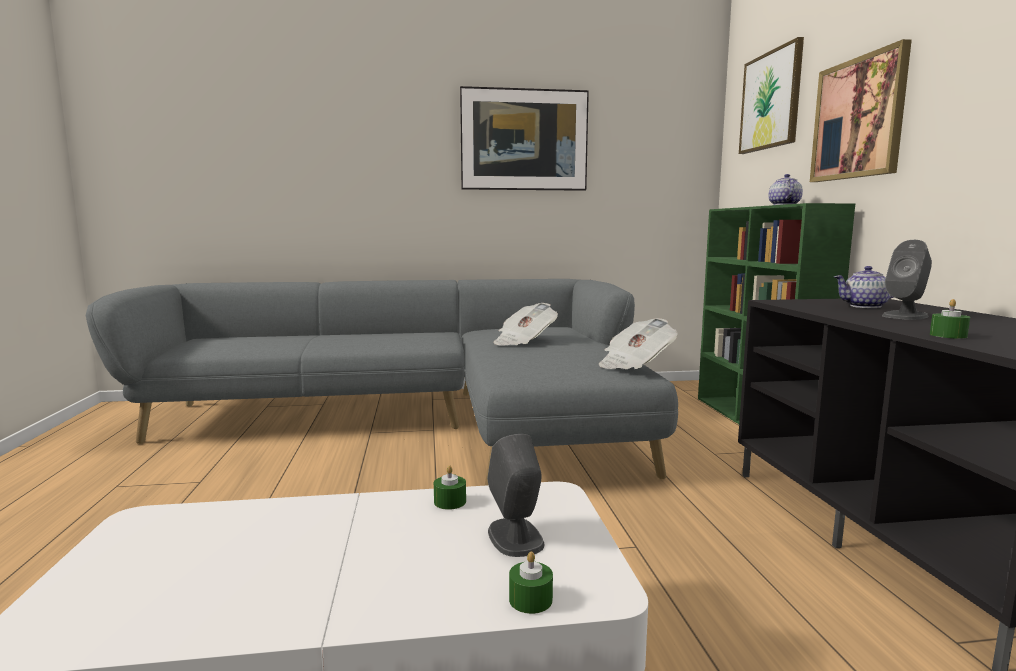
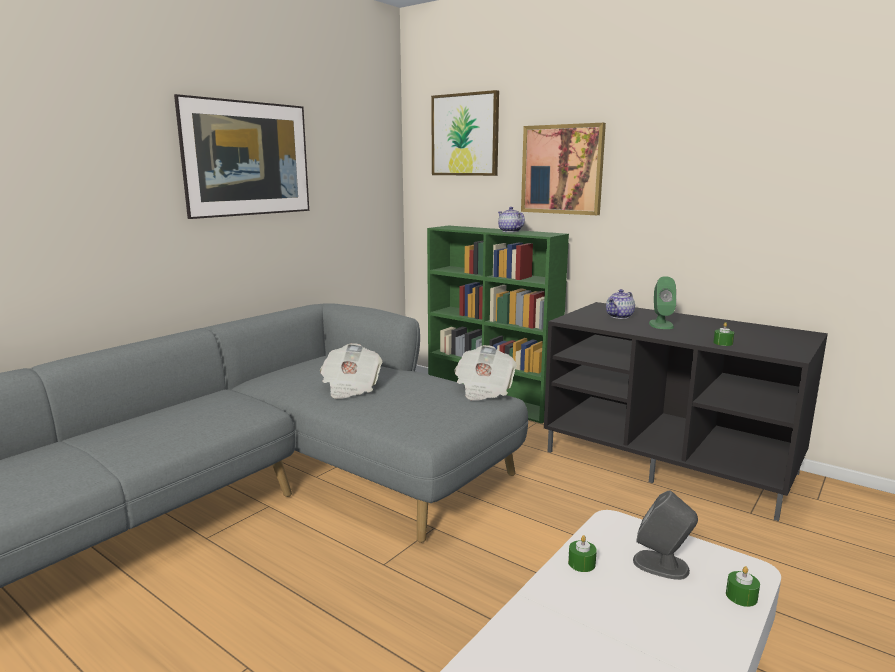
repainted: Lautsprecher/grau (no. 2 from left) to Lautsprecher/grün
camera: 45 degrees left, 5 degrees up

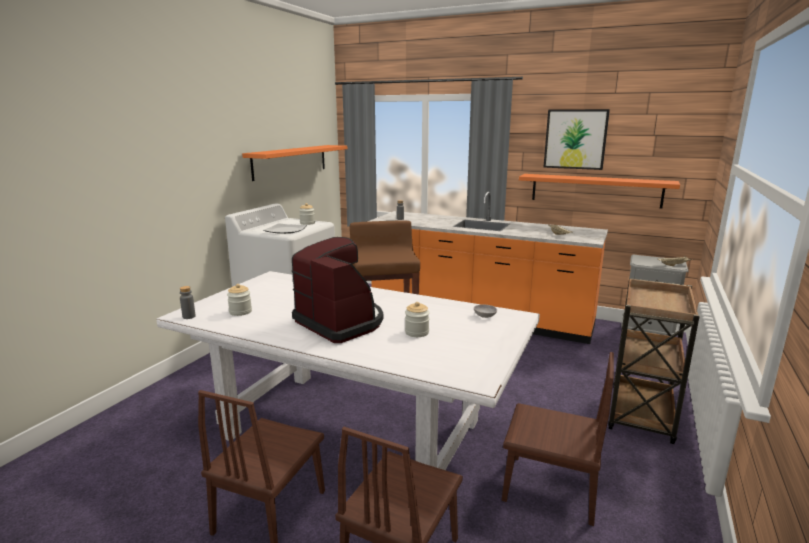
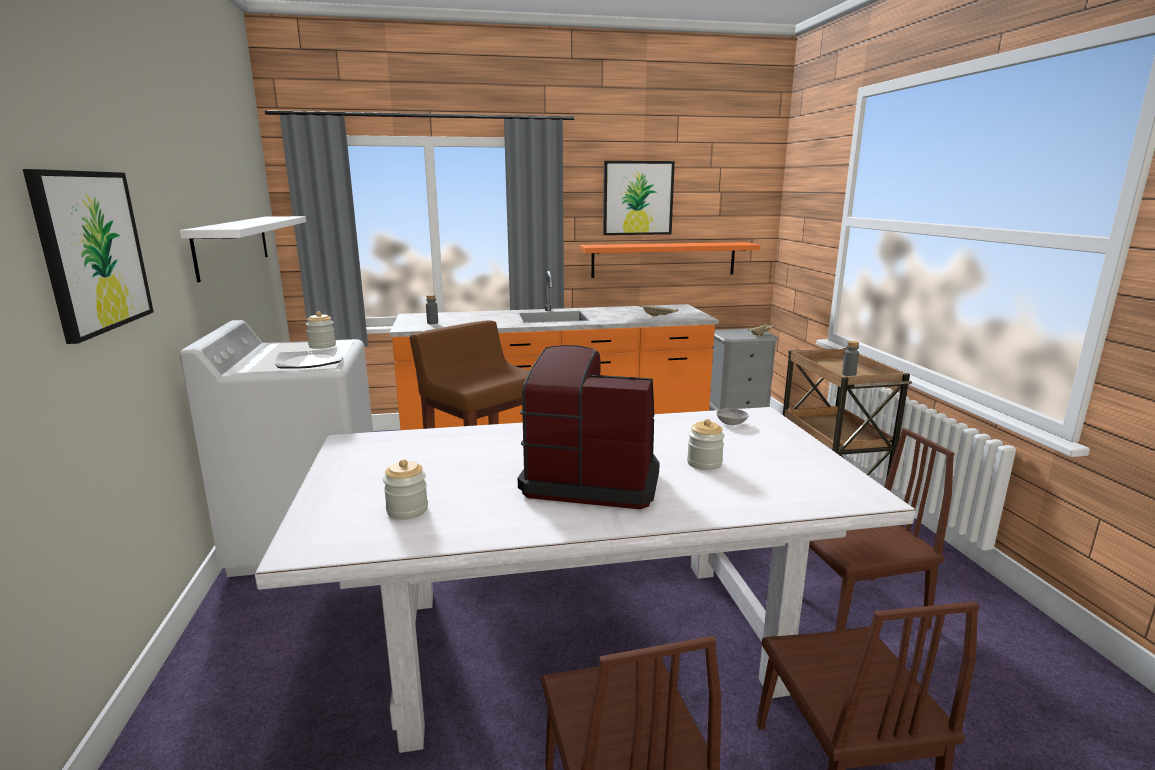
new: Bild (no. 1 from left)
shifted: Flasche/grau (no. 1 from left in the first image) to Flasche/grau (no. 2 from left)
repainted: Wandregal/orange (no. 1 from left) to Wandregal/weiß
camera: 35 degrees left, 0 degrees up

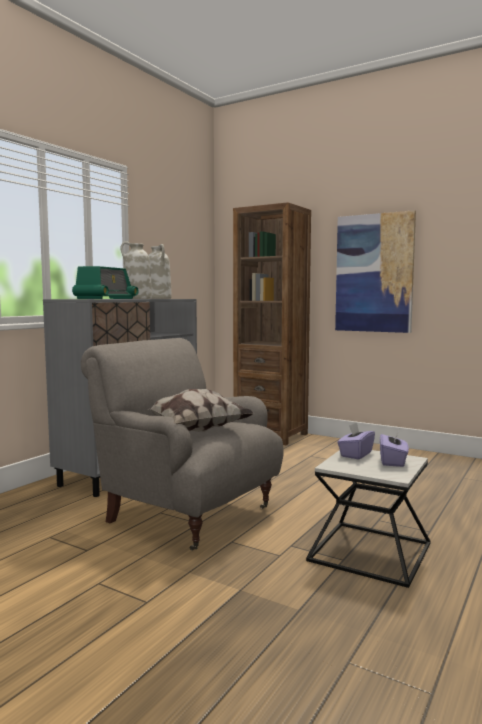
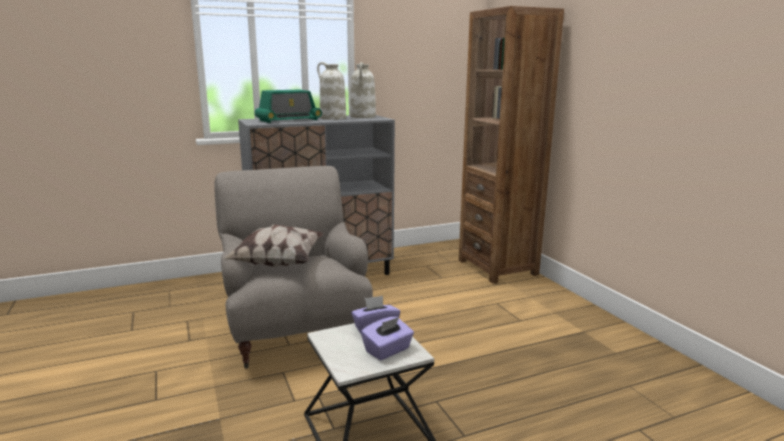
gone: Bild
camera: 35 degrees right, 10 degrees up

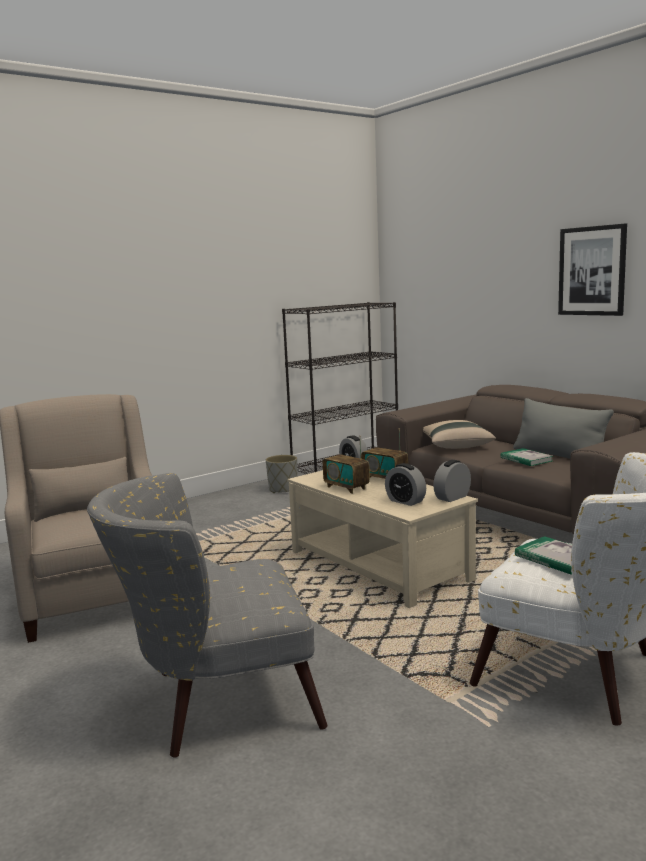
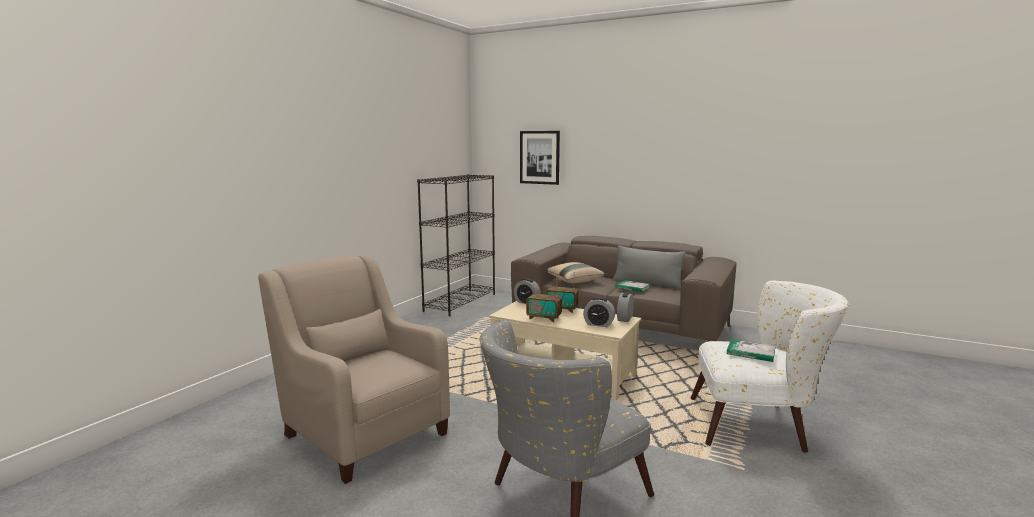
gone: Pflanzkübel/grau
shifted: Bild
camera: 25 degrees left, 0 degrees up

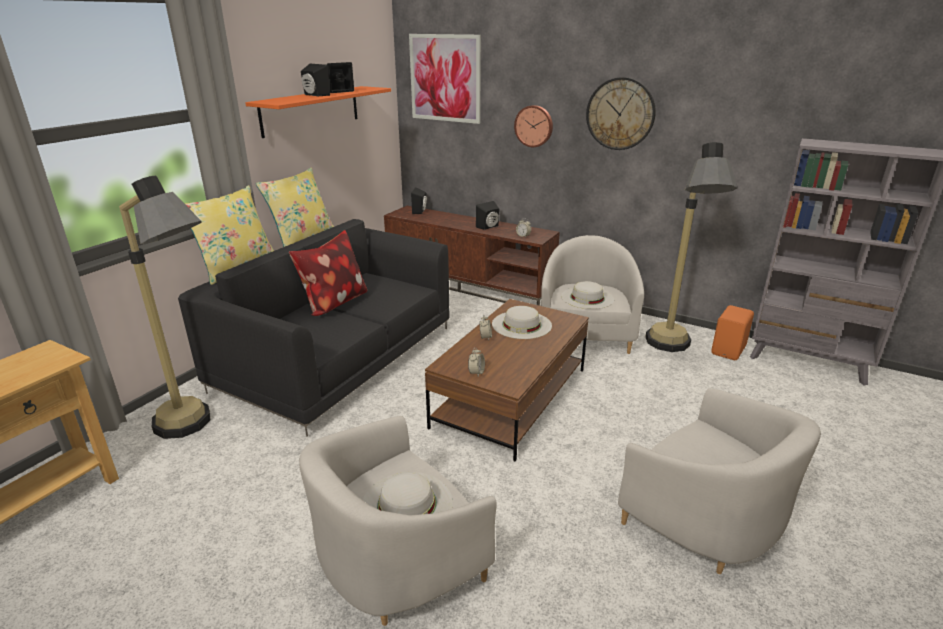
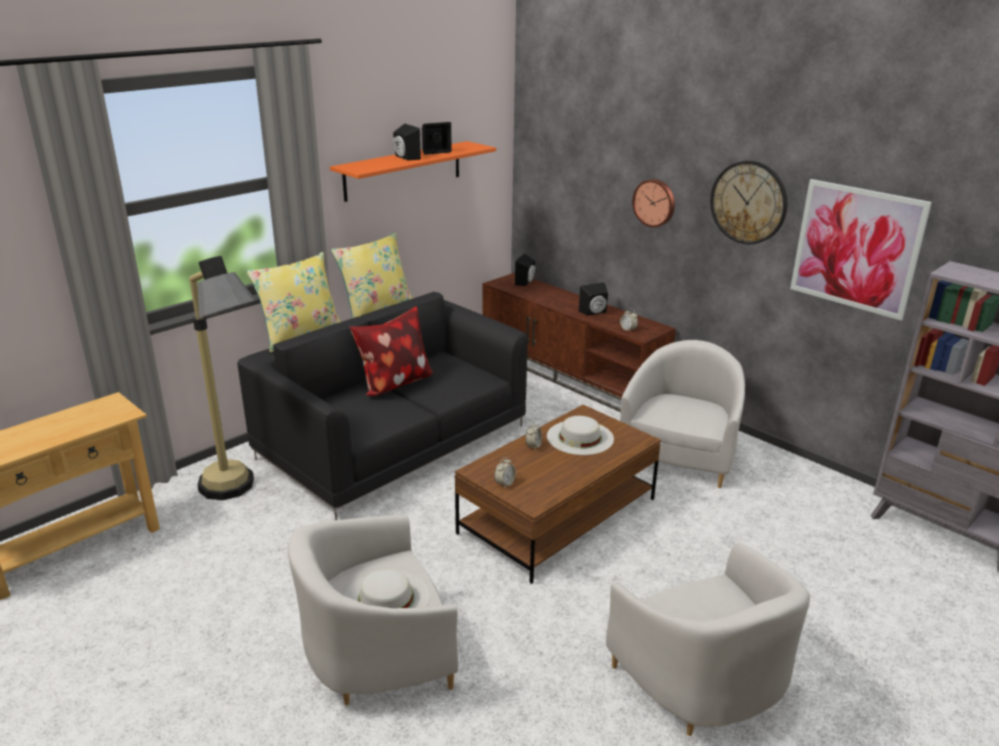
gone: Hut/weiß (no. 3 from left); Stehlampe (no. 2 from left); Lautsprecher/orange
shifted: Bild
camera: 15 degrees right, 0 degrees up

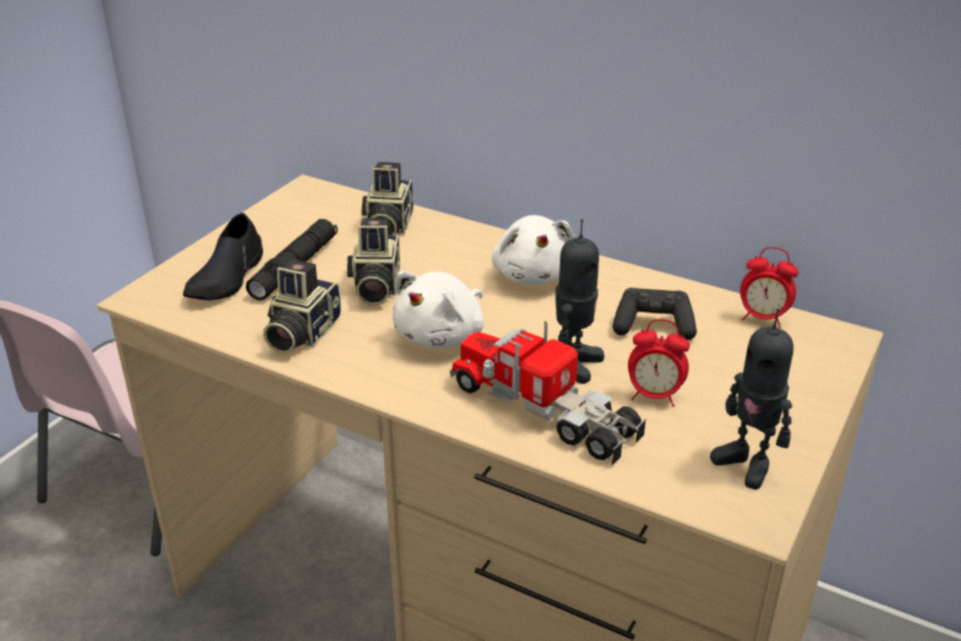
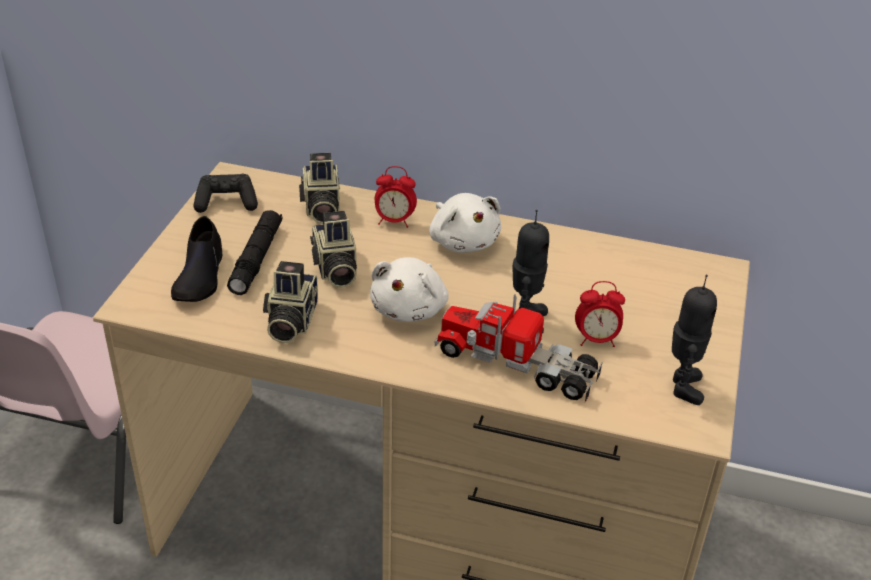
shifted: Gamepad/schwarz; Wecker (no. 2 from left in the first image) to Wecker (no. 1 from left)
rotated: Spielzeugroboter (no. 2 from left) 120 degrees counterclockwise
camera: 15 degrees left, 5 degrees up

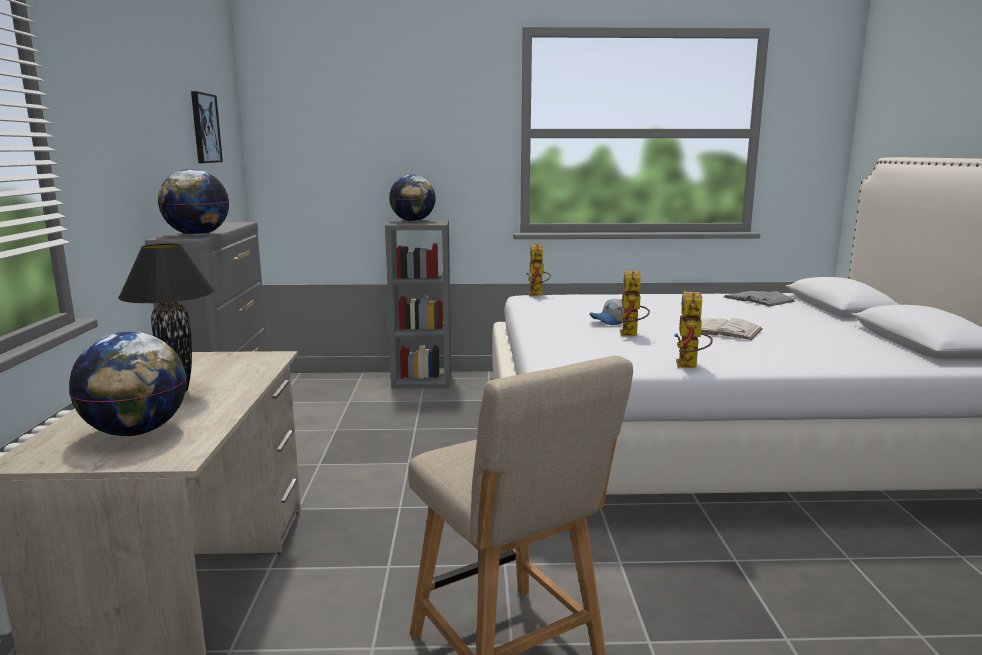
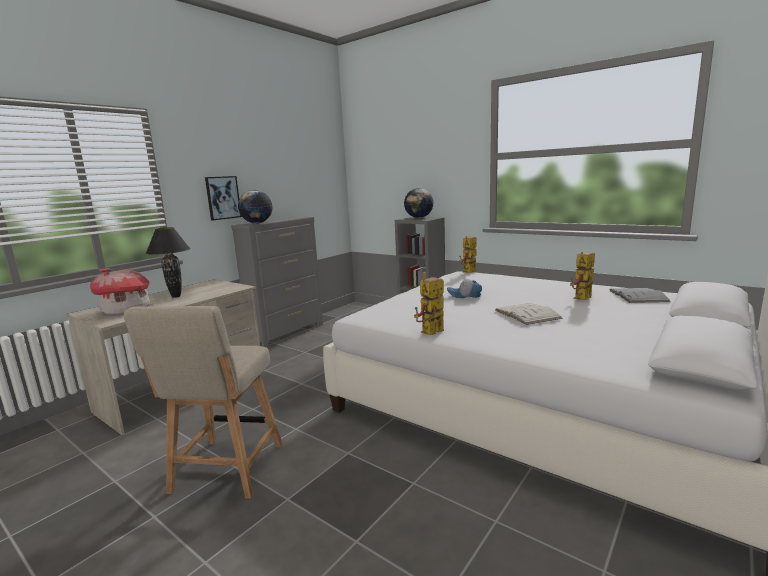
shifted: Bild; Spielzeugroboter (no. 2 from left in the first image) to Spielzeugroboter (no. 3 from left)
swapped: Globus (no. 1 from left) to Spielzeughaus
camera: 40 degrees right, 0 degrees up

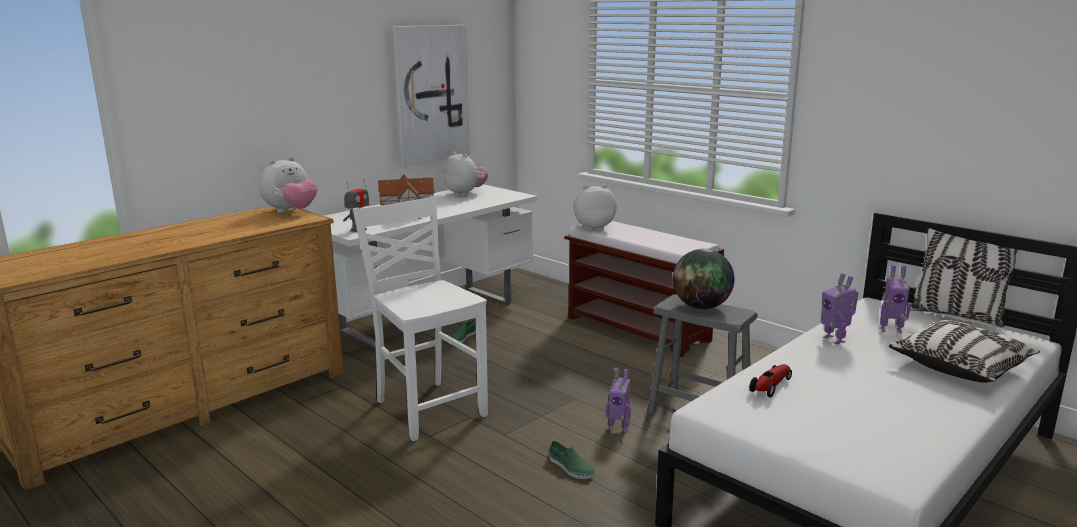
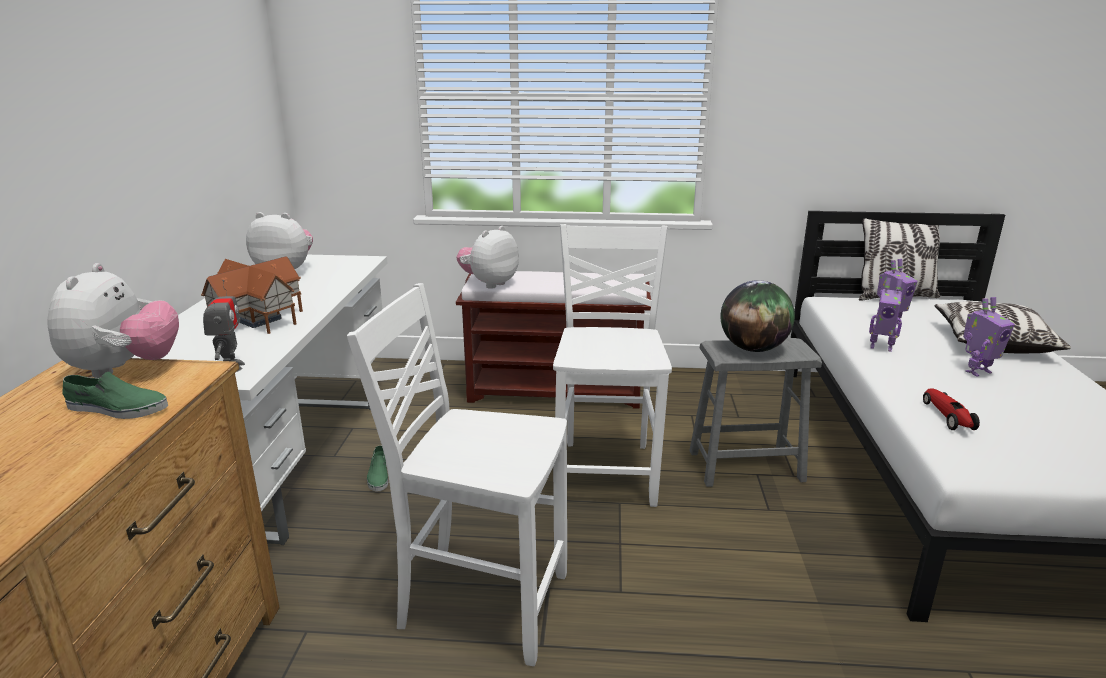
gone: Bild
new: Stuhl/weiß (no. 2 from left)
shifted: Schuh/grün (no. 2 from left in the first image) to Schuh/grün (no. 1 from left); Spielzeugroboter (no. 2 from left in the first image) to Spielzeugroboter (no. 4 from left)
camera: 40 degrees left, 5 degrees up

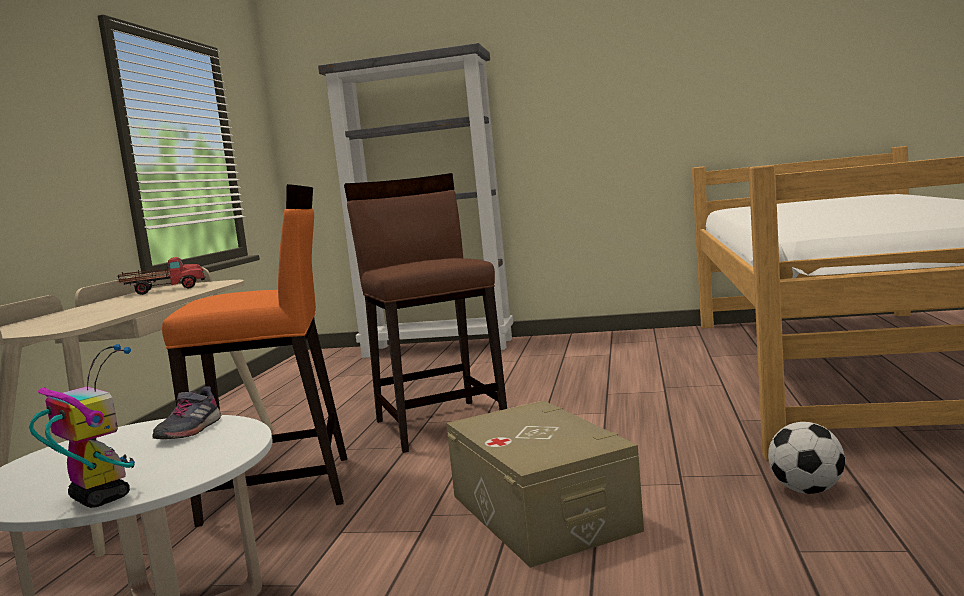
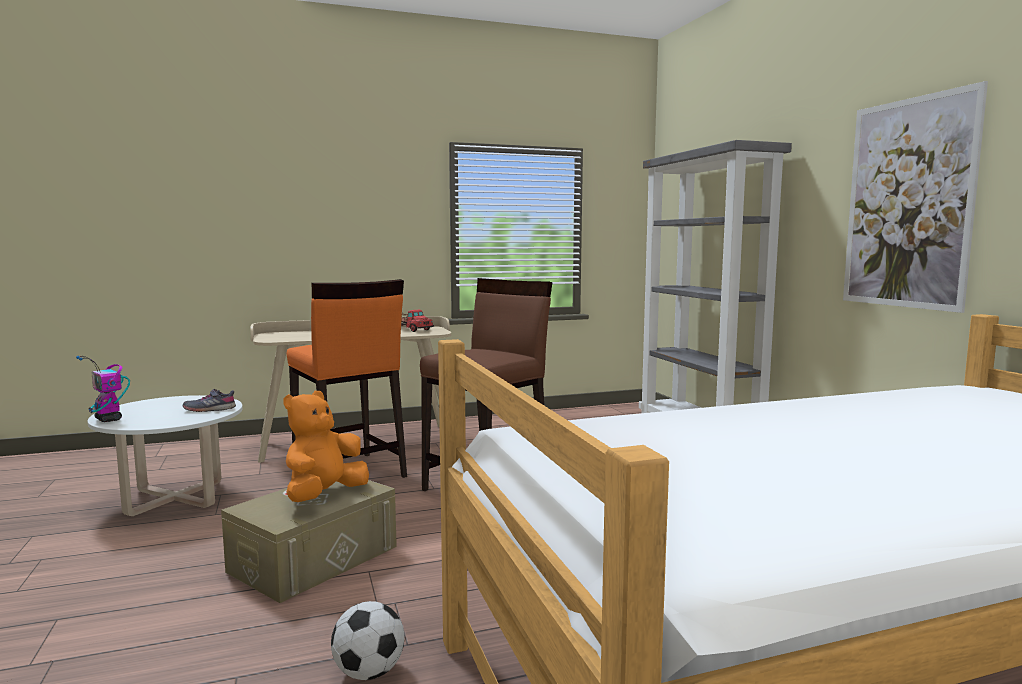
new: Plüschtier/orange; Bild
rotated: Spielzeugroboter 120 degrees clockwise
camera: 60 degrees right, 0 degrees up

